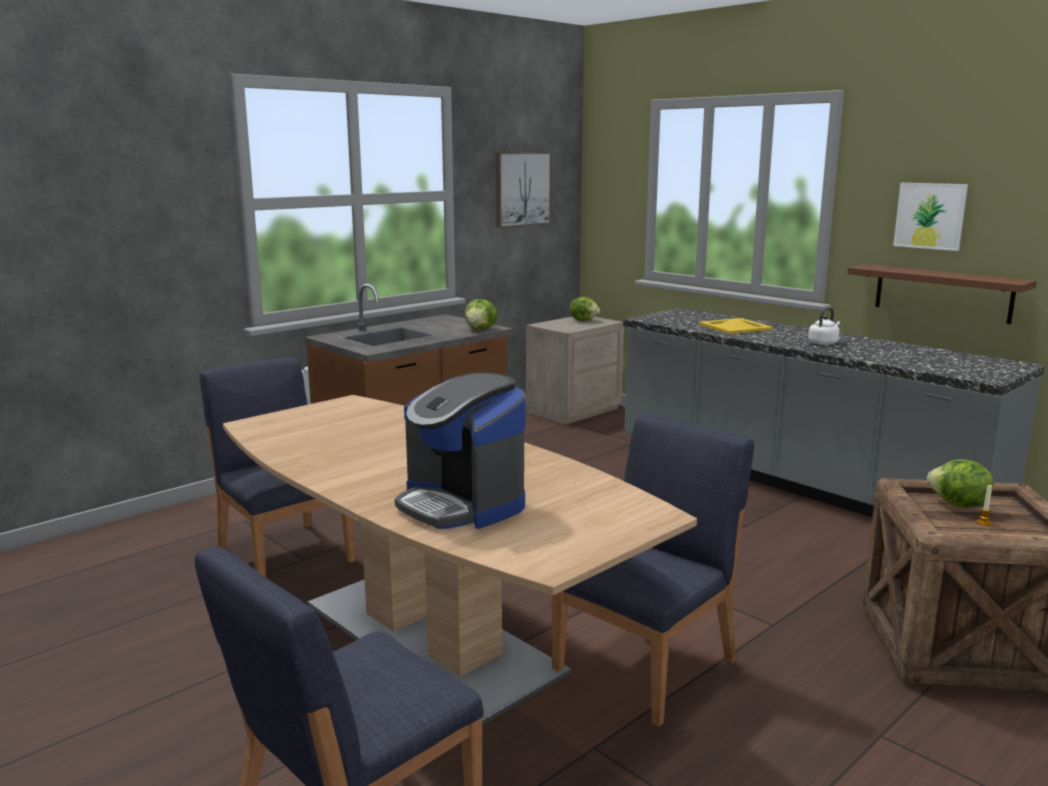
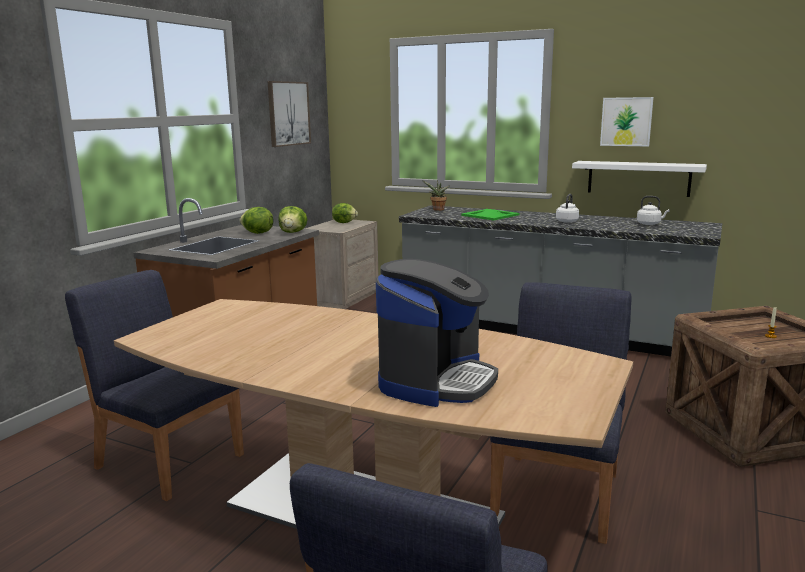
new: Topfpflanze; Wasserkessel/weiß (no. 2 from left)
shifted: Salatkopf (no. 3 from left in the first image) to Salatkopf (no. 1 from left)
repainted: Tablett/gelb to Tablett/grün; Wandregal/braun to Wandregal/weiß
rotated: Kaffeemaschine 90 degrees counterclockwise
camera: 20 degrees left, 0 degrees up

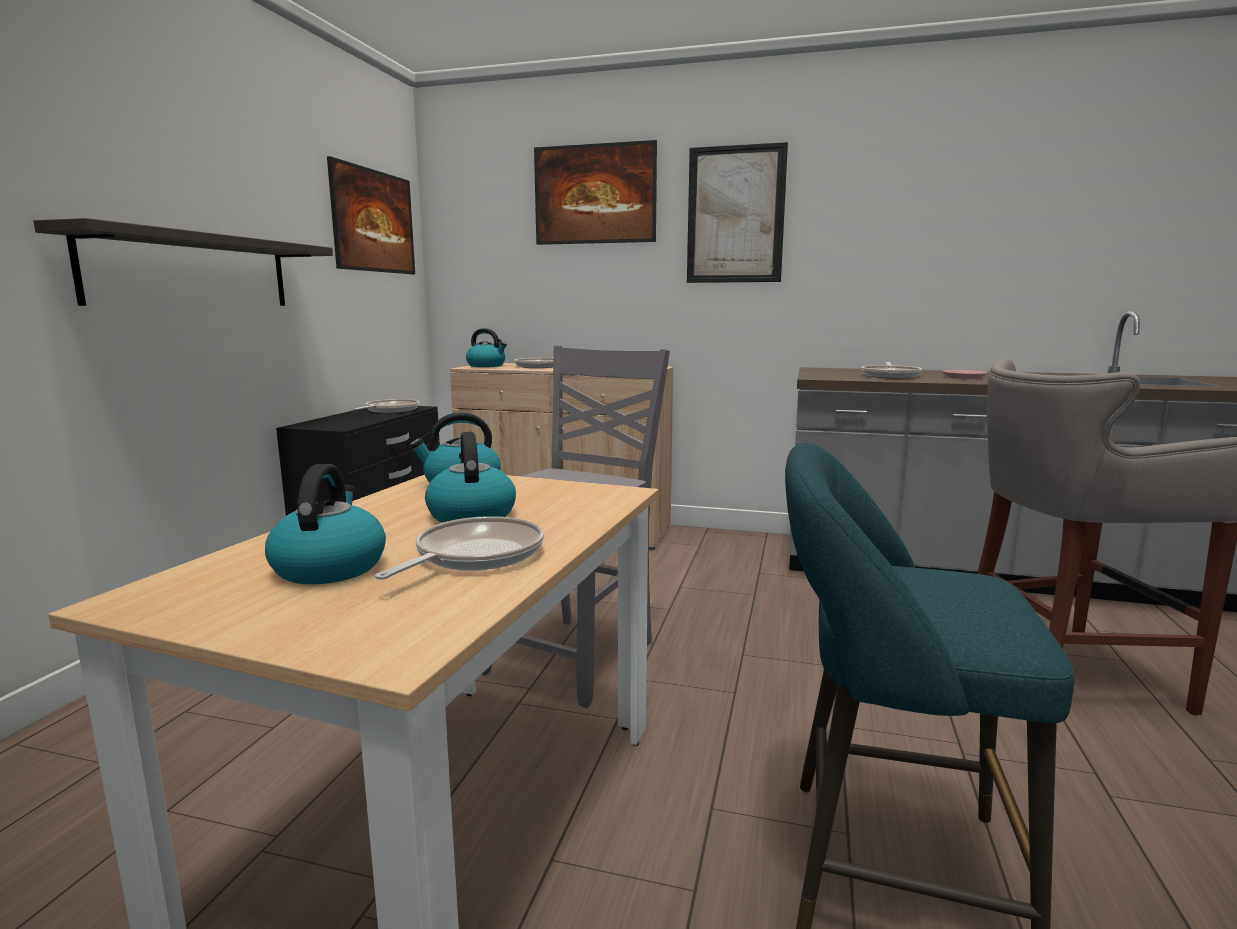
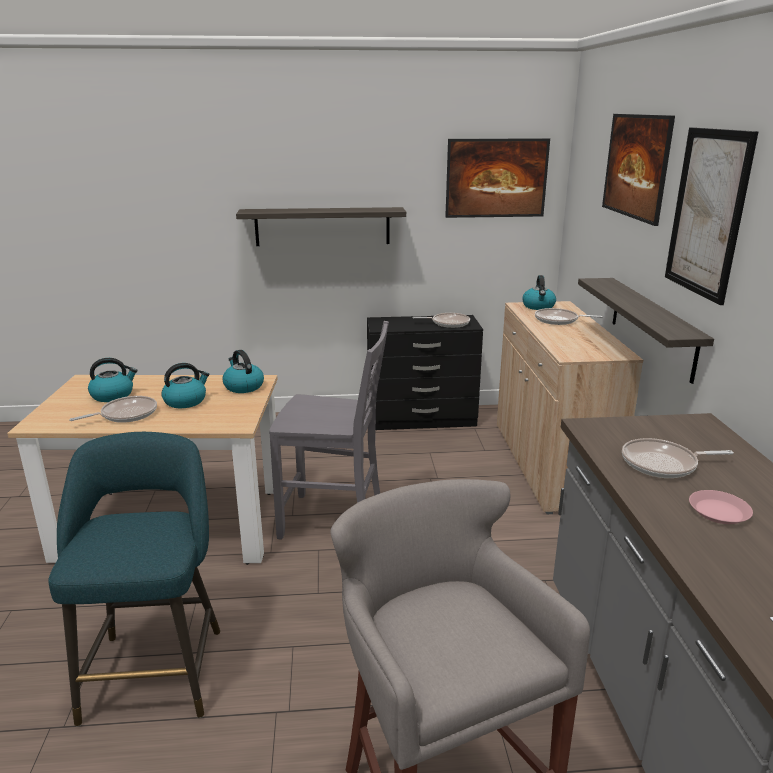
new: Wandregal (no. 2 from left)
rotated: Pfanne (no. 2 from left in the first image) 45 degrees counterclockwise
camera: 70 degrees right, 10 degrees up

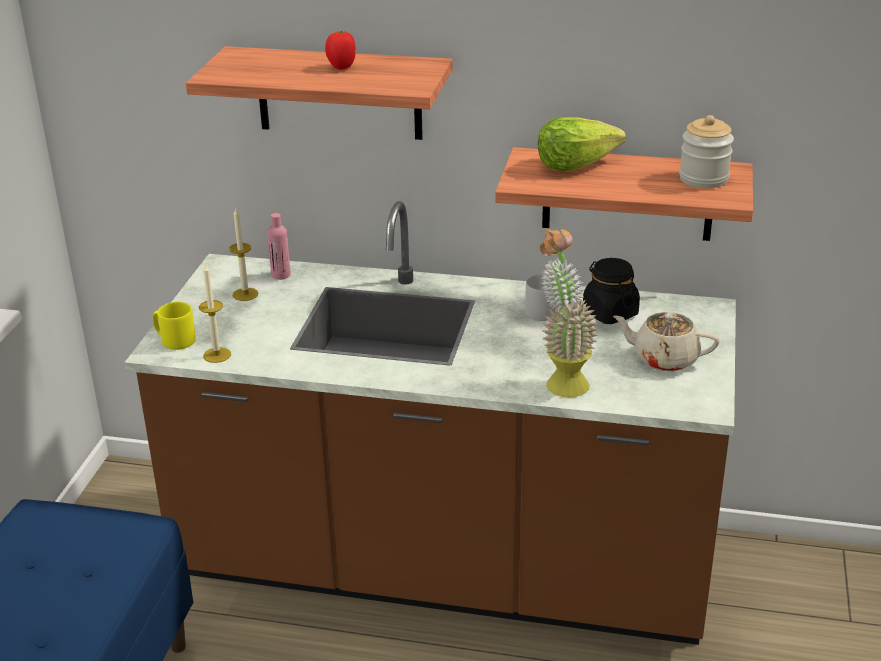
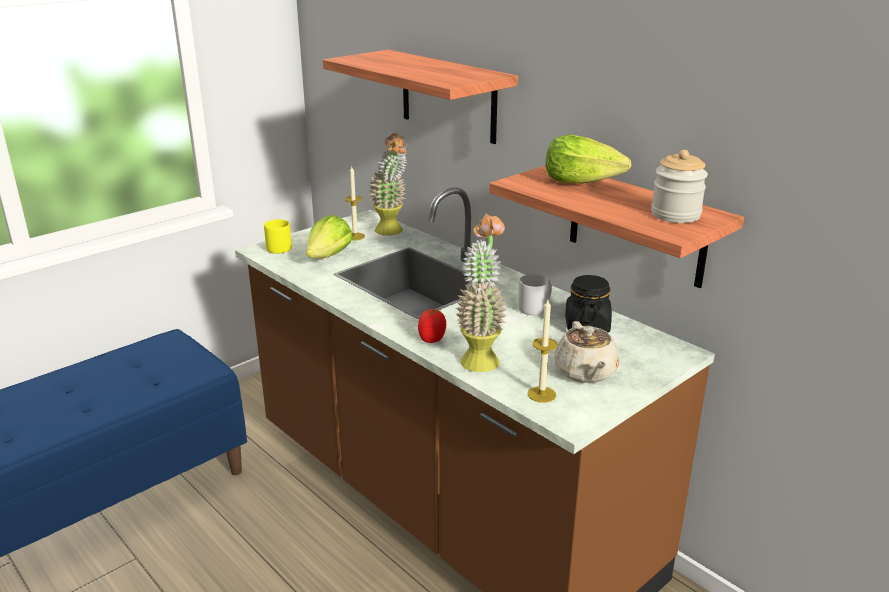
new: Salatkopf (no. 1 from left)
shifted: Tomate; Kerze (no. 1 from left in the first image) to Kerze (no. 2 from left)
swapped: Flasche/rosa to Topfpflanze (no. 1 from left)
rotated: Teekanne/beige 150 degrees counterclockwise
camera: 35 degrees right, 5 degrees down

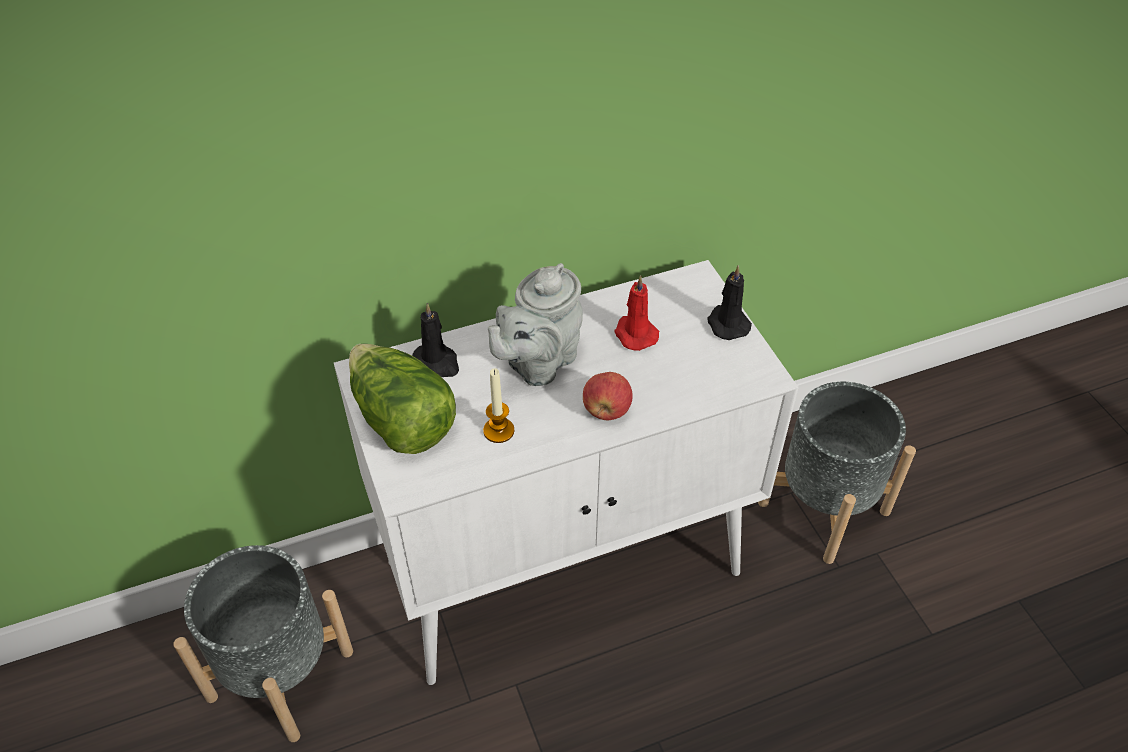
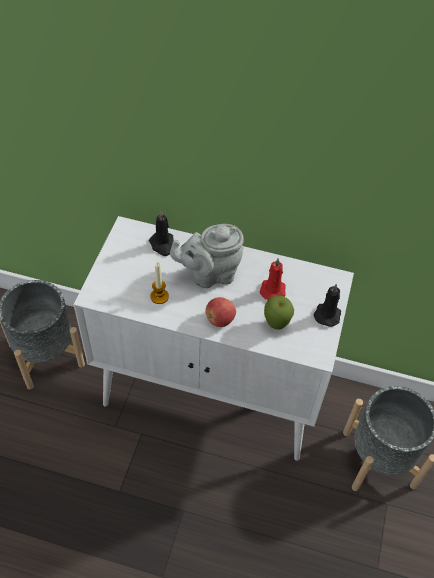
gone: Salatkopf
new: Apfel (no. 2 from left)
camera: 35 degrees right, 5 degrees up

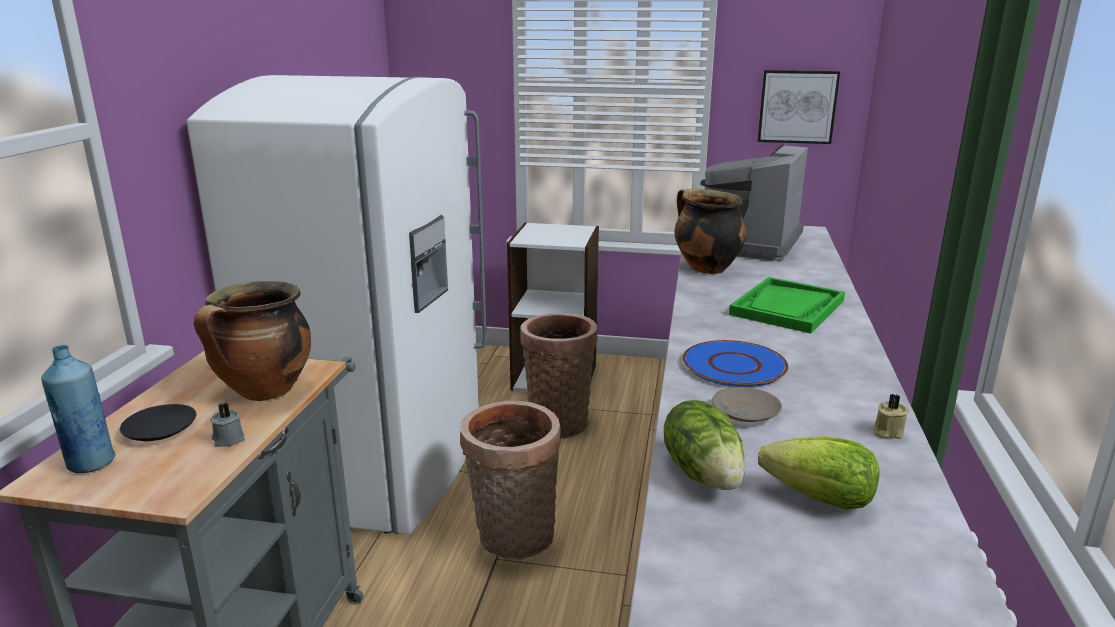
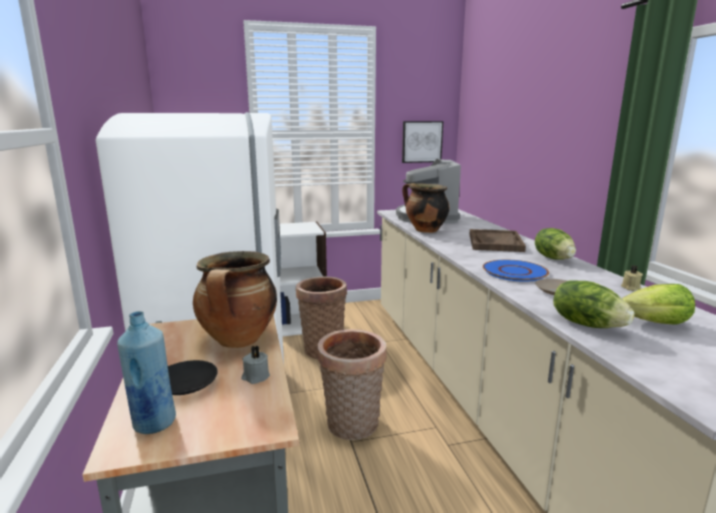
new: Salatkopf (no. 1 from left)
repainted: Tablett/grün to Tablett/braun
camera: 25 degrees left, 5 degrees down

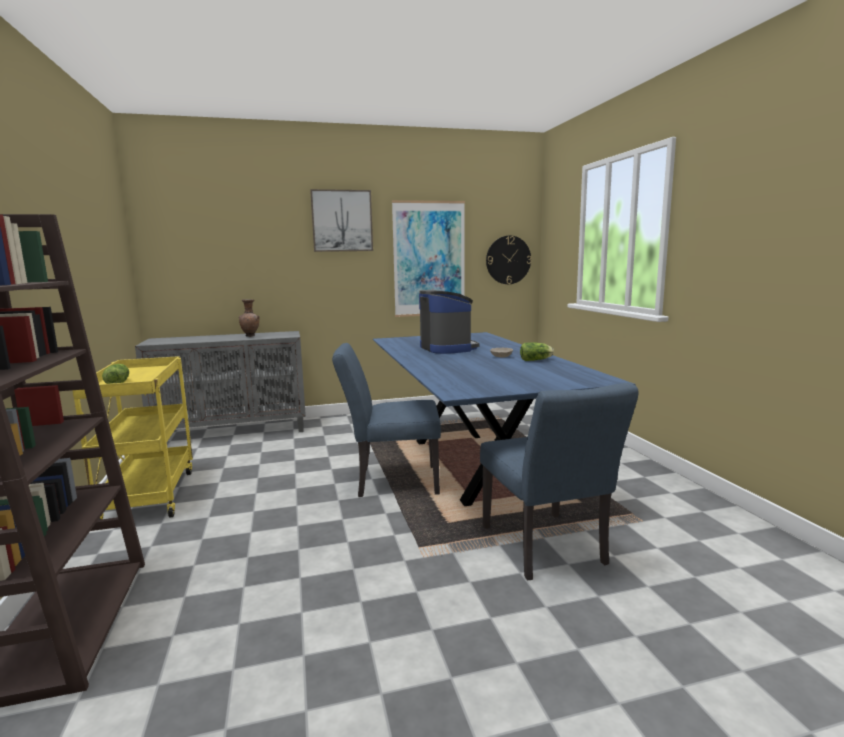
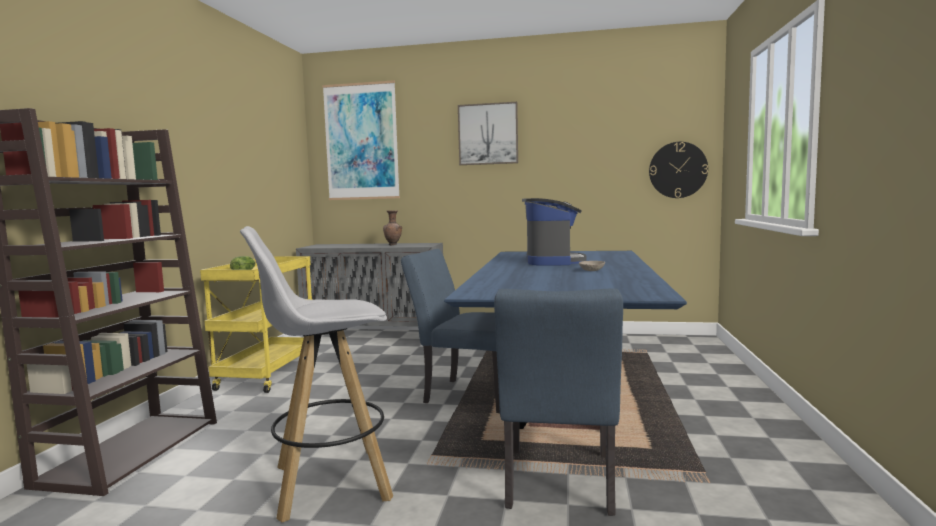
gone: Salatkopf (no. 2 from left)
new: Hocker/weiß
shifted: Bild (no. 2 from left in the first image) to Bild (no. 1 from left)
camera: 25 degrees right, 5 degrees down

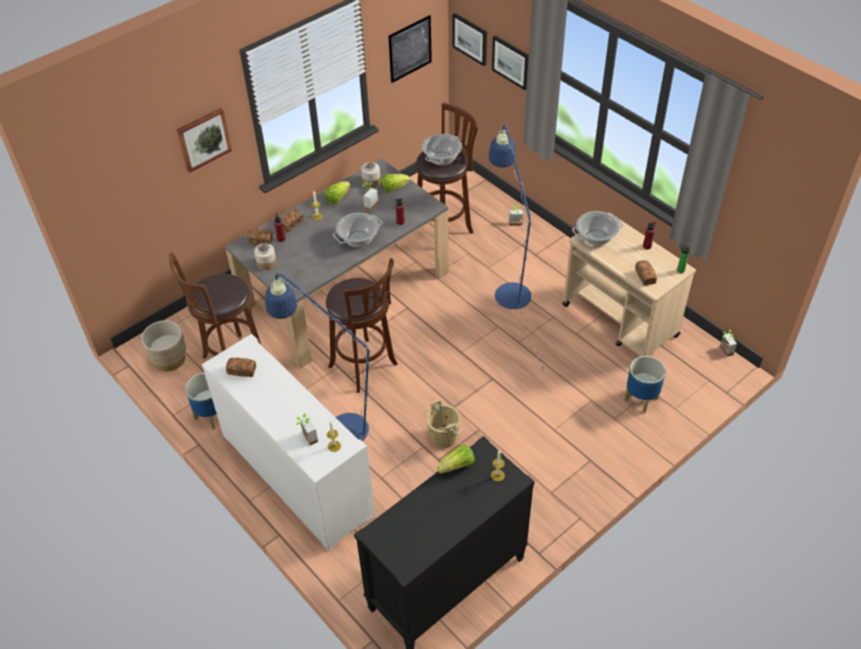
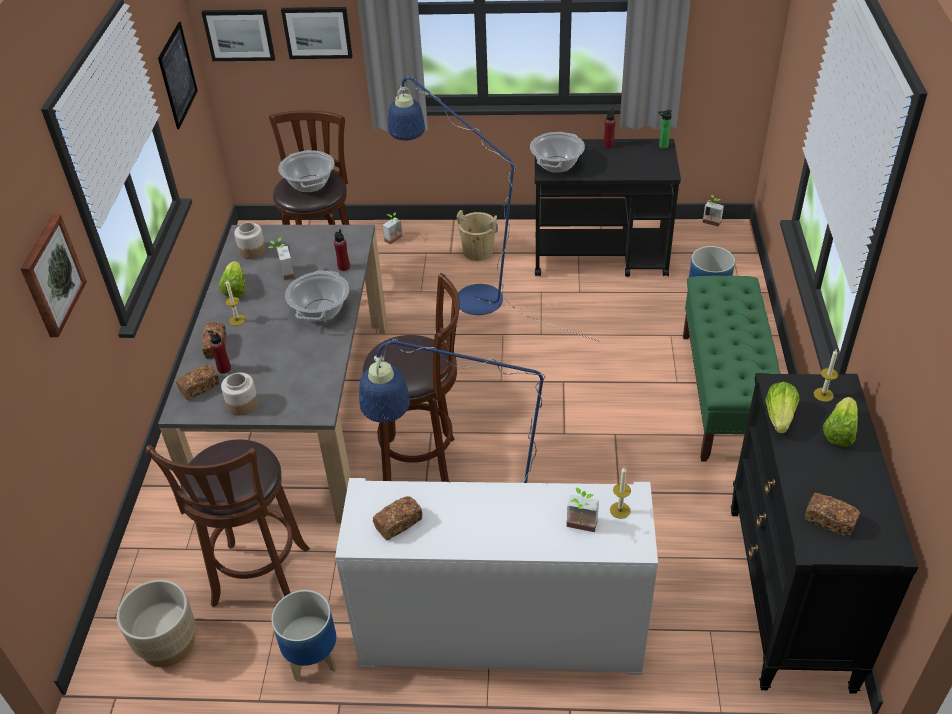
new: Bank/grün
shifted: Eimer/beige; Brot (no. 4 from left); Salatkopf (no. 2 from left in the first image) to Salatkopf (no. 3 from left)
repainted: Rollwagen/beige to Rollwagen/schwarz
camera: 45 degrees left, 5 degrees down

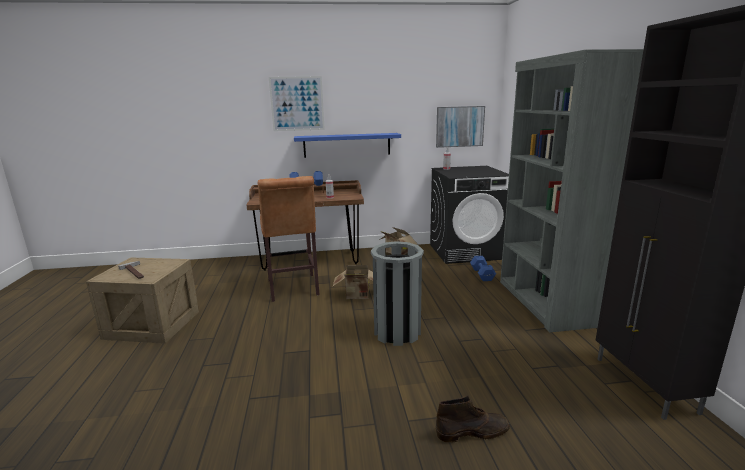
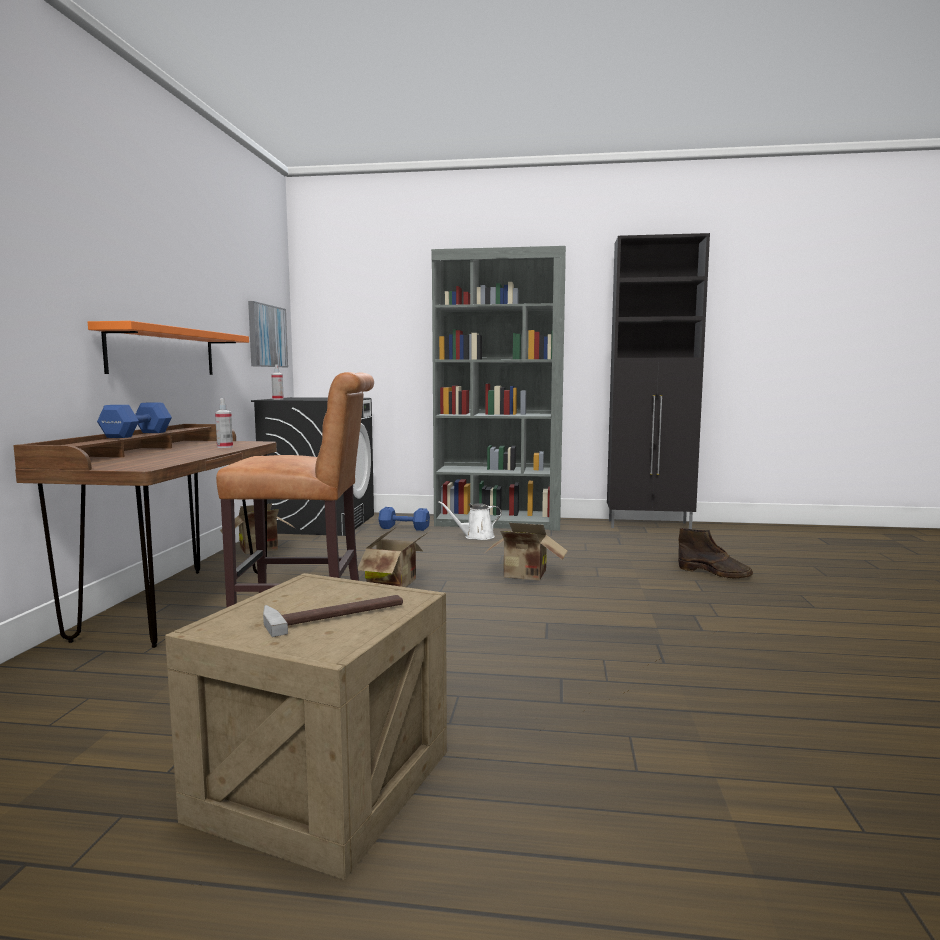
gone: Bild (no. 1 from left)
new: Gießkanne/weiß
swapped: Mülleimer/grau to Karton (no. 3 from left)
repainted: Wandregal/blau to Wandregal/orange
rotated: Stiefel/braun 120 degrees clockwise
camera: 75 degrees left, 10 degrees down

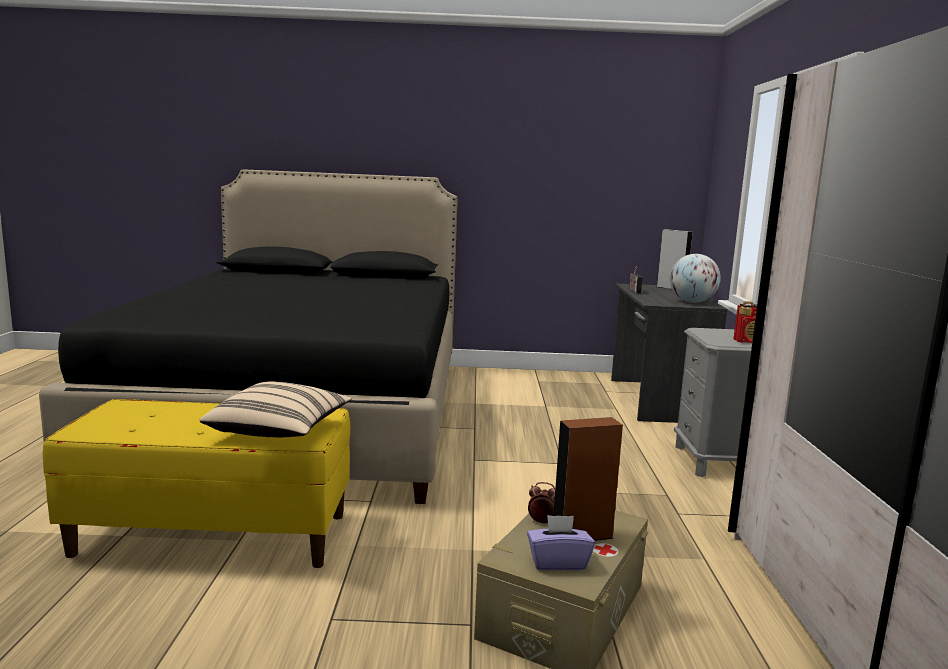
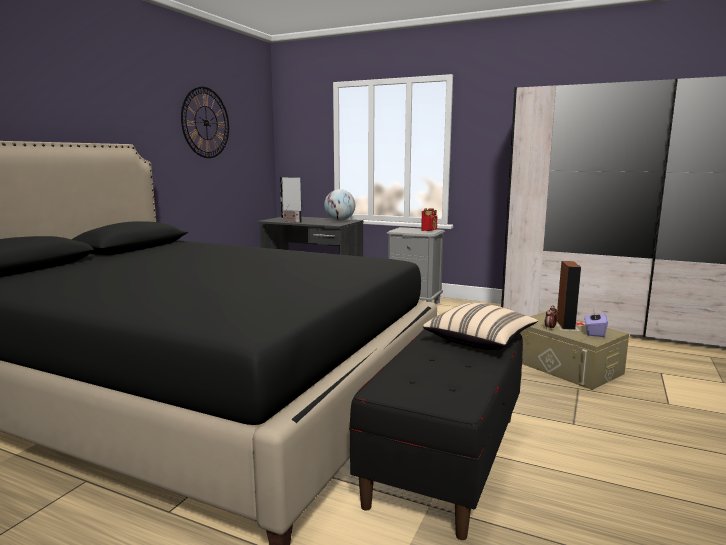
new: Wanduhr
repainted: Bank/gelb to Bank/schwarz
camera: 65 degrees left, 0 degrees up

